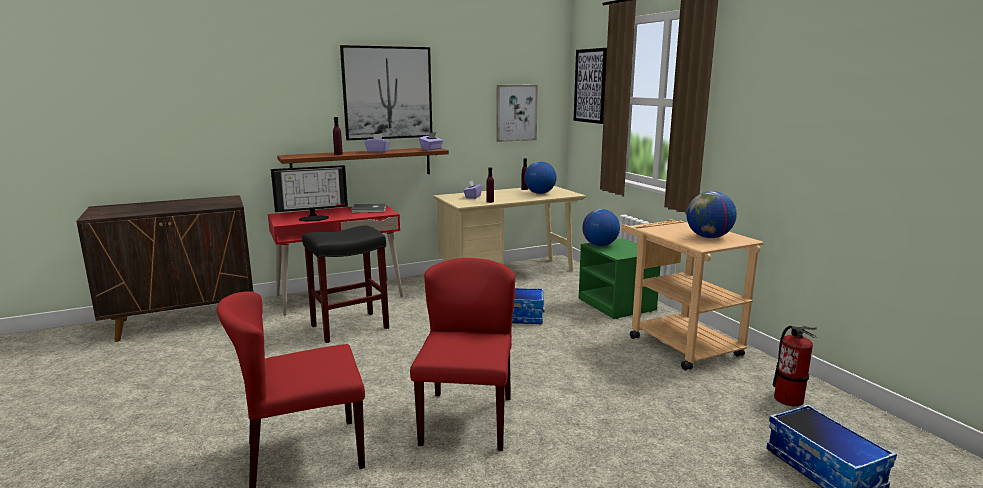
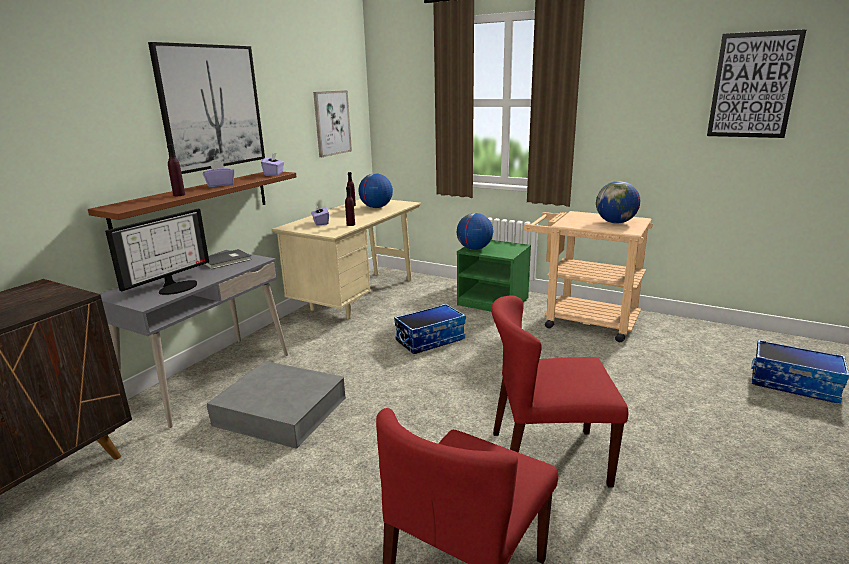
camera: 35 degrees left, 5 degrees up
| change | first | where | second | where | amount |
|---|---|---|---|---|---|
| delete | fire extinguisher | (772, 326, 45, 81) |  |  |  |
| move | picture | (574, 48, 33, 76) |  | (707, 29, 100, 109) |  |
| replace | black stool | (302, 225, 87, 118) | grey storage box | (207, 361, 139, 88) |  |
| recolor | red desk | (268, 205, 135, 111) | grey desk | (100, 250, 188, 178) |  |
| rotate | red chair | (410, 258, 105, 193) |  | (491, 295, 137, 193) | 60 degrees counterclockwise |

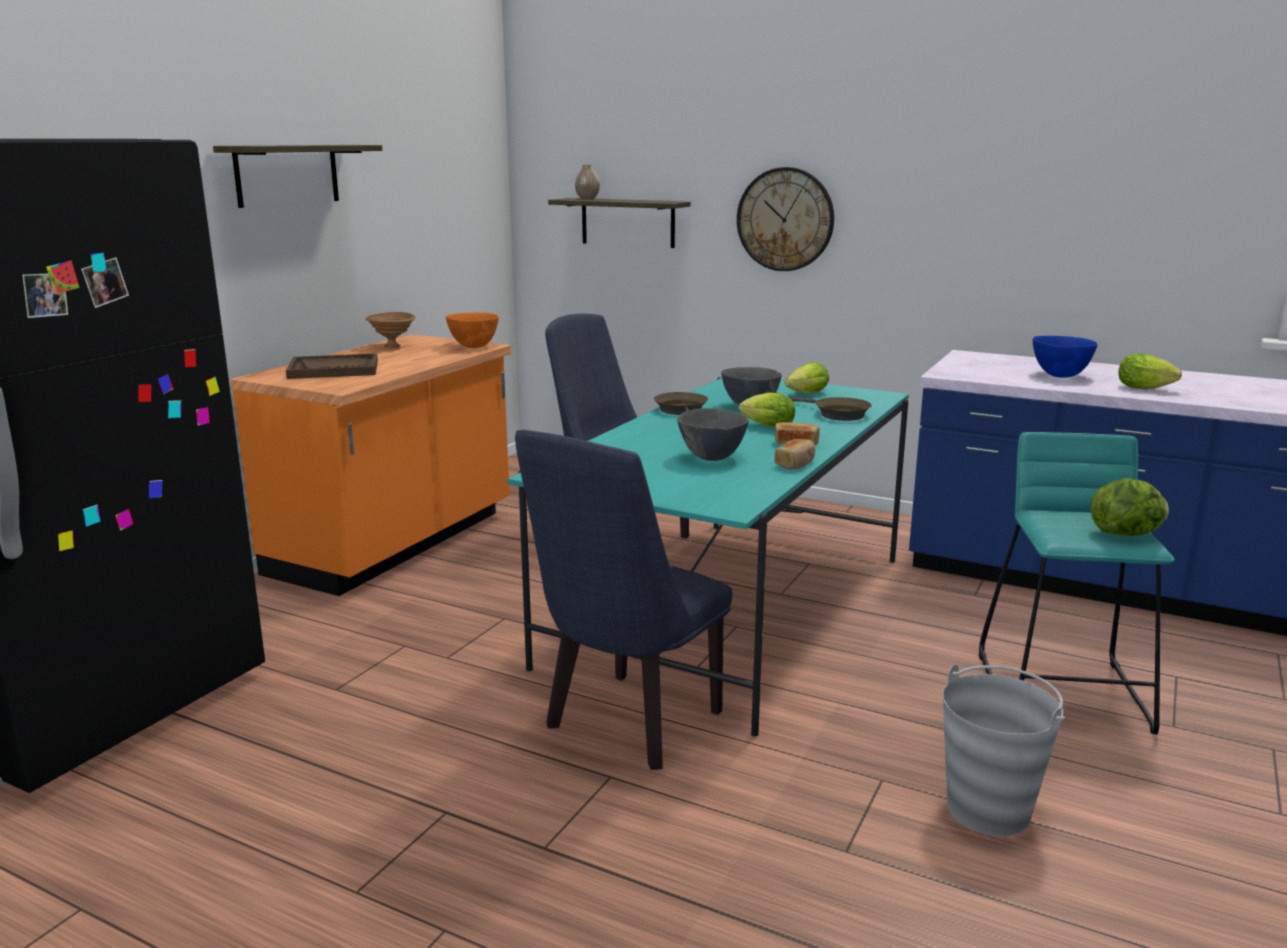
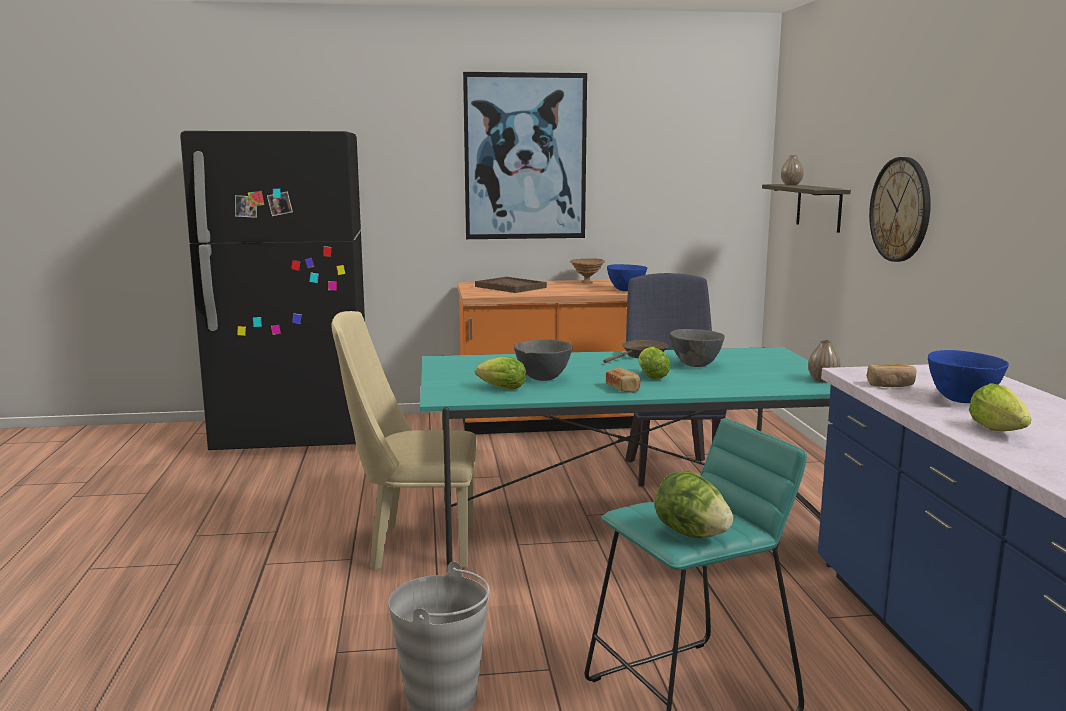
camera: 55 degrees right, 5 degrees down
| change | first | where | second | where | amount |
|---|---|---|---|---|---|
| delete | brown frying pan | (790, 397, 82, 24) |  |  |  |
| insert |  |  | vase | (808, 340, 33, 42) |  |
| move | bread | (775, 439, 40, 31) |  | (867, 364, 49, 23) |  |
| move | lettuce | (785, 362, 44, 31) |  | (475, 357, 51, 32) |  |
| replace | shelf | (213, 145, 169, 63) | picture | (463, 72, 124, 167) |  |
| recolor | orange bowl | (446, 312, 53, 36) | blue bowl | (607, 264, 40, 27) |  |
| recolor | blue chair | (515, 430, 217, 340) | beige chair | (331, 311, 146, 259) |  |

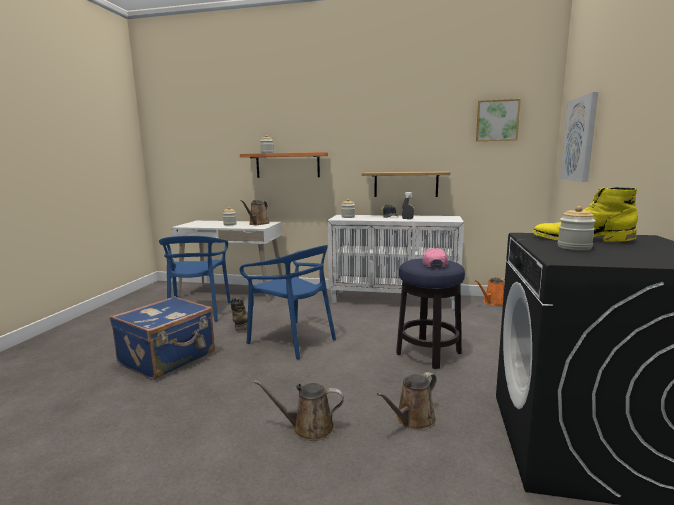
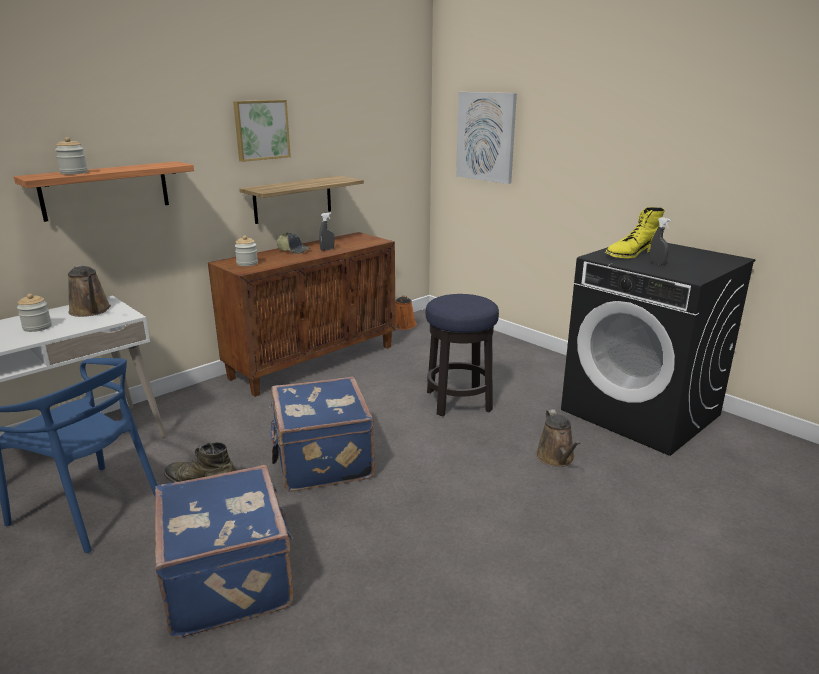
camera: 55 degrees left, 10 degrees up
| change | first | where | second | where | amount |
|---|---|---|---|---|---|
| delete | brown watering can | (254, 380, 90, 61) |  |  |  |
| delete | pink cap | (423, 248, 25, 19) |  |  |  |
| move | picture | (476, 99, 45, 42) |  | (233, 100, 58, 62) |  |
| replace | blue chair | (240, 245, 96, 115) | blue suitcase | (269, 377, 106, 114) |  |
| replace | jar | (558, 206, 38, 44) | grey spray bottle | (649, 217, 22, 48) |  |
| recolor | white cabinet | (327, 215, 137, 95) | brown cabinet | (208, 232, 188, 165) |  |

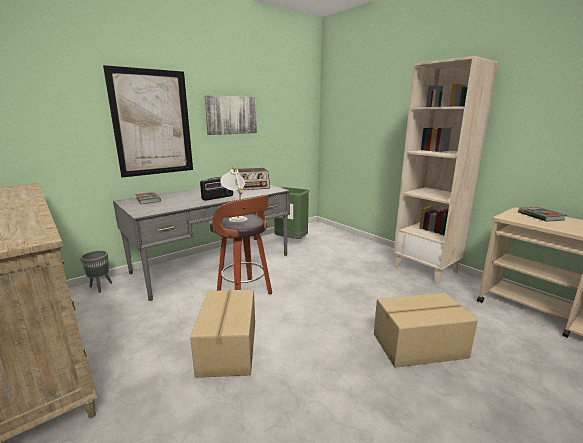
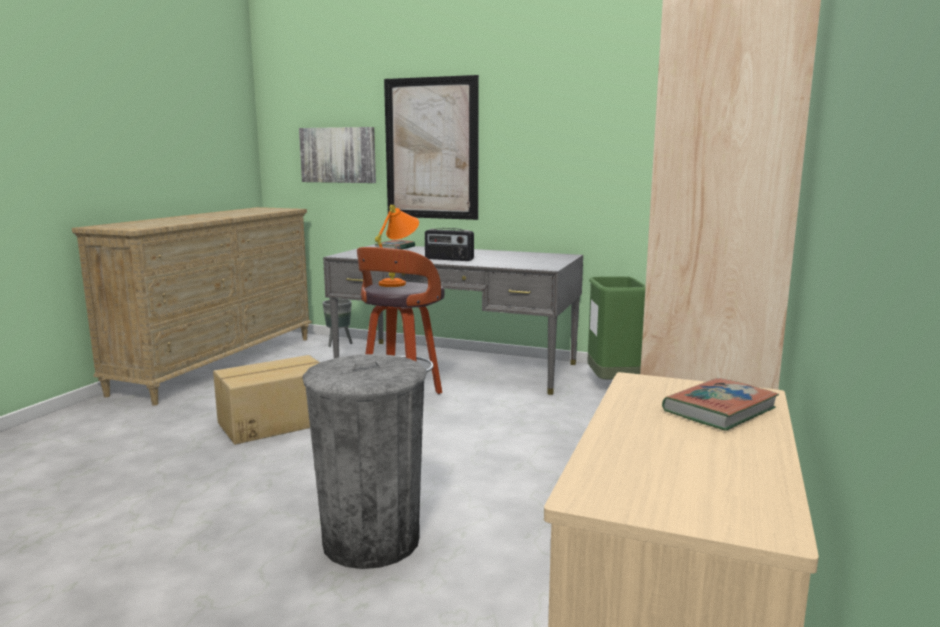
camera: 60 degrees right, 5 degrees down
| change | first | where | second | where | amount |
|---|---|---|---|---|---|
| delete | radio | (236, 168, 34, 23) |  |  |  |
| move | picture | (204, 95, 53, 40) |  | (299, 127, 77, 56) |  |
| replace | cardboard box | (374, 293, 104, 75) | grey trash can | (302, 354, 125, 215) |  |
| recolor | white table lamp | (220, 166, 28, 58) | orange table lamp | (375, 205, 44, 82) |  |

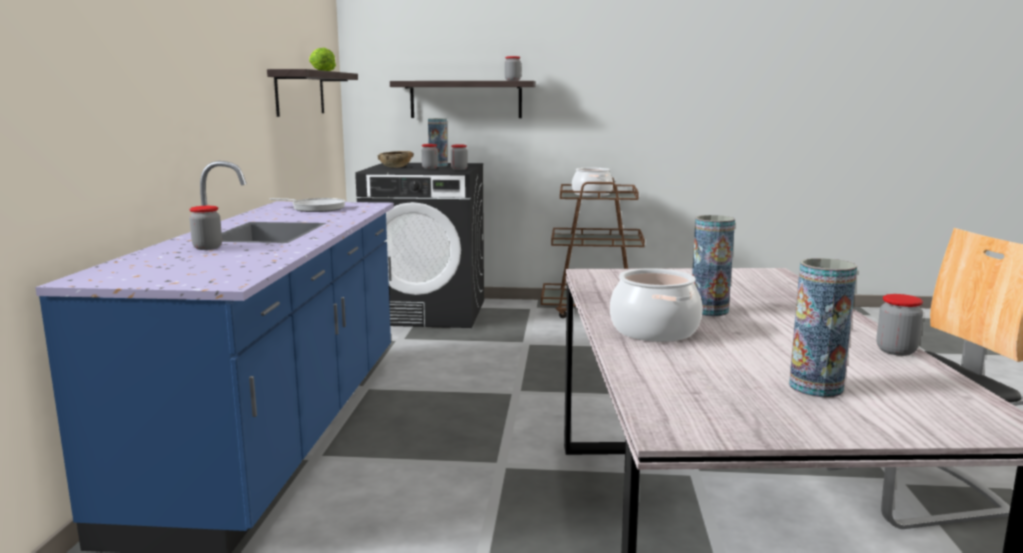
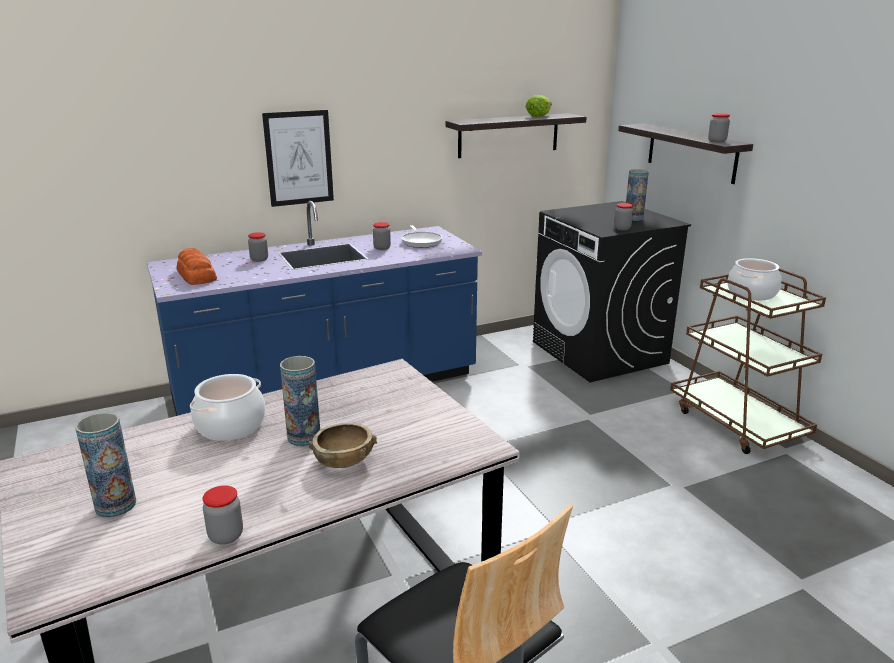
camera: 60 degrees right, 10 degrees up
| change | first | where | second | where | amount |
|---|---|---|---|---|---|
| insert |  |  | bread | (177, 248, 40, 37) |  |
| insert |  |  | picture | (262, 110, 72, 97) |  |
| move | brown bowl | (377, 151, 37, 17) |  | (309, 423, 68, 45) |  |
| move | jar | (421, 144, 17, 25) |  | (373, 222, 18, 28) |  |

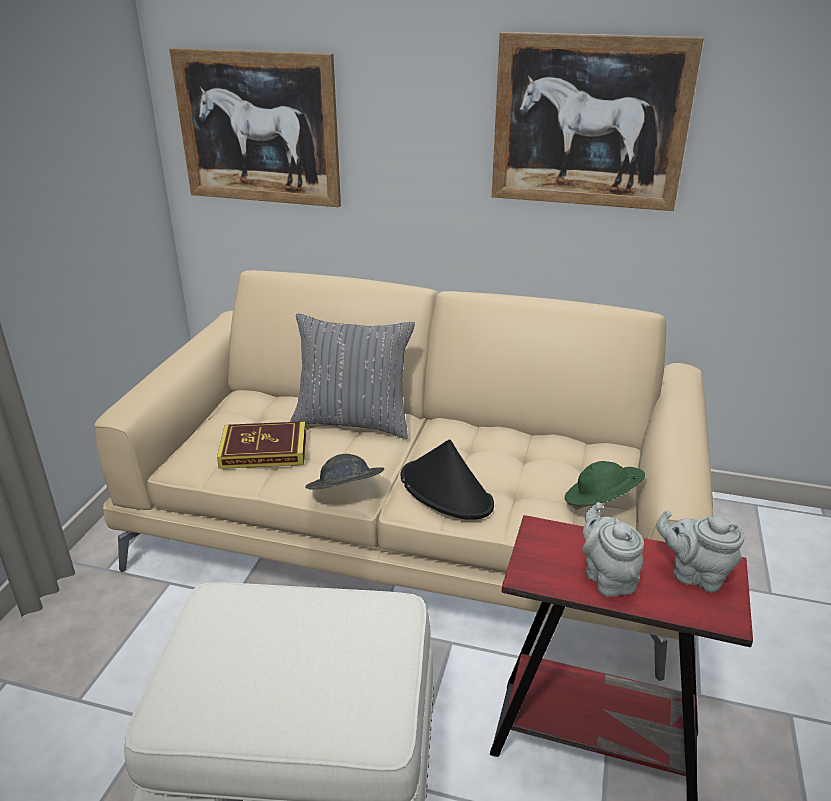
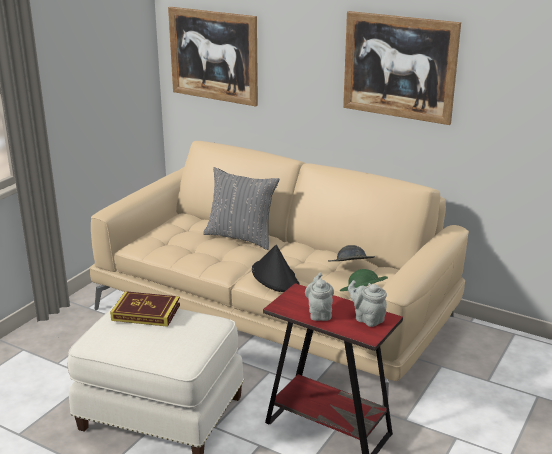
camera: 15 degrees right, 5 degrees down
| change | first | where | second | where | amount |
|---|---|---|---|---|---|
| move | book | (217, 421, 89, 48) |  | (110, 291, 70, 36) |  |
| move | grey hat | (305, 454, 79, 36) |  | (328, 245, 47, 16) |  |

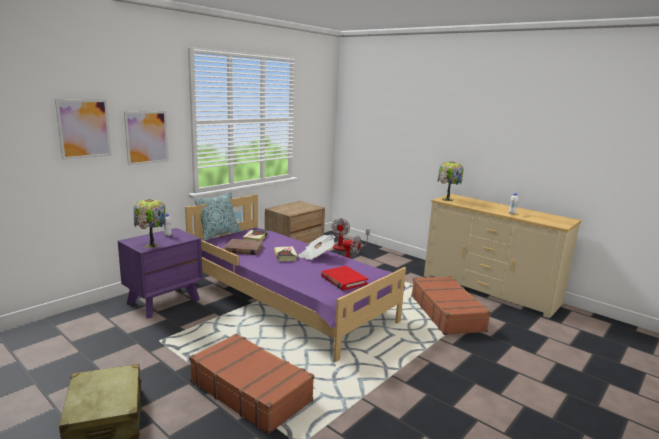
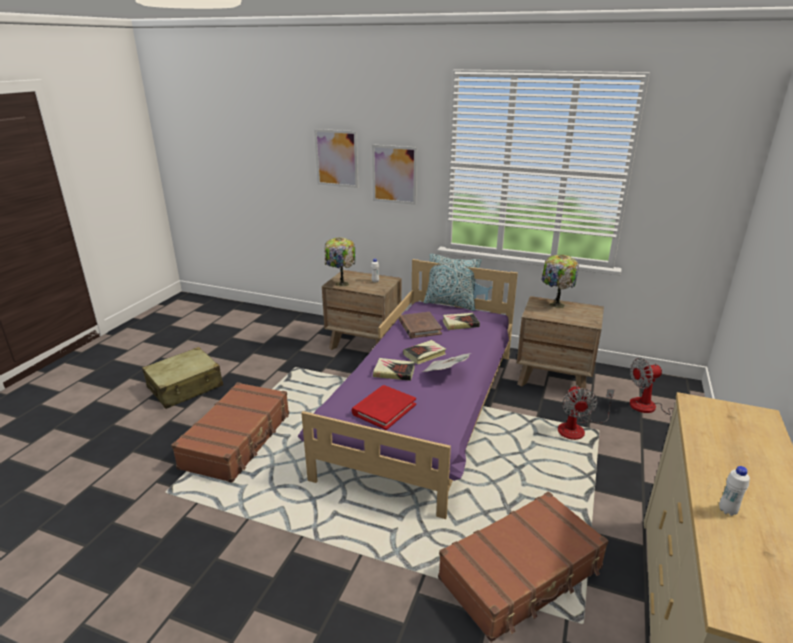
camera: 70 degrees right, 10 degrees up
| change | first | where | second | where | amount |
|---|---|---|---|---|---|
| insert |  |  | book | (373, 358, 42, 23) |  |
| move | table lamp | (438, 161, 26, 40) |  | (542, 255, 37, 53) |  |
| recolor | purple nightstand | (118, 228, 85, 90) | brown nightstand | (322, 270, 80, 80) |  |

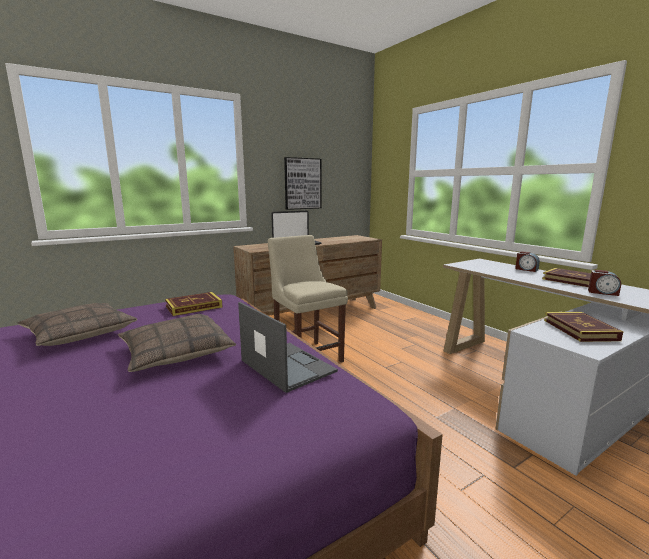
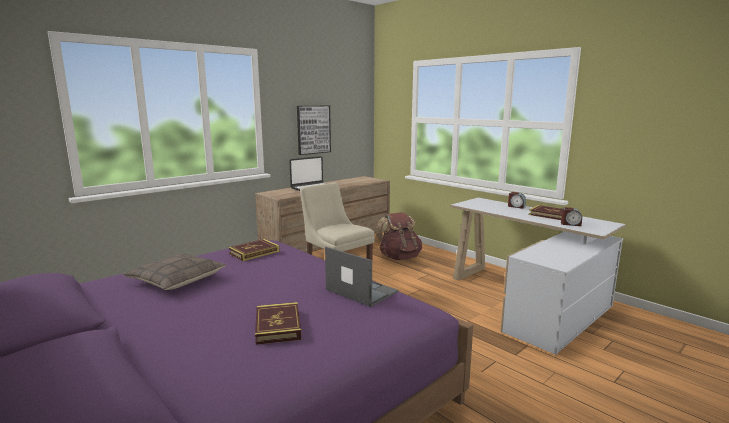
camera: 10 degrees left, 0 degrees up
| change | first | where | second | where | amount |
|---|---|---|---|---|---|
| delete | pillow | (118, 314, 118, 58) |  |  |  |
| insert |  |  | brown backpack | (376, 212, 46, 48) |  |
| move | book | (544, 312, 79, 30) |  | (255, 302, 47, 43) |  |

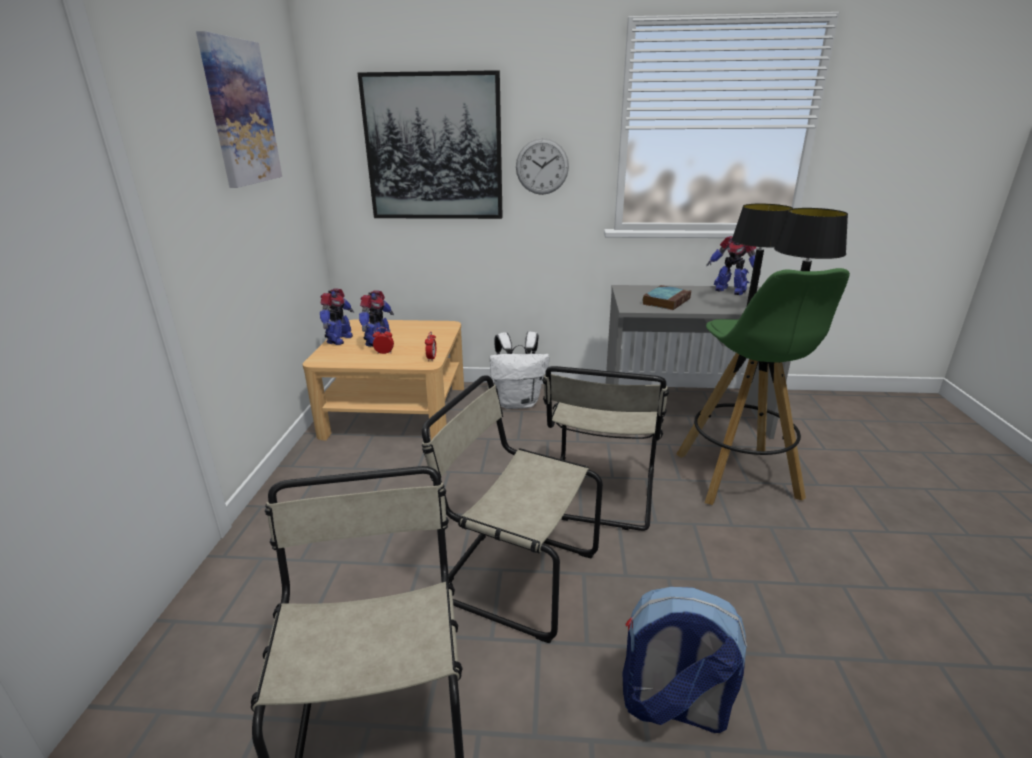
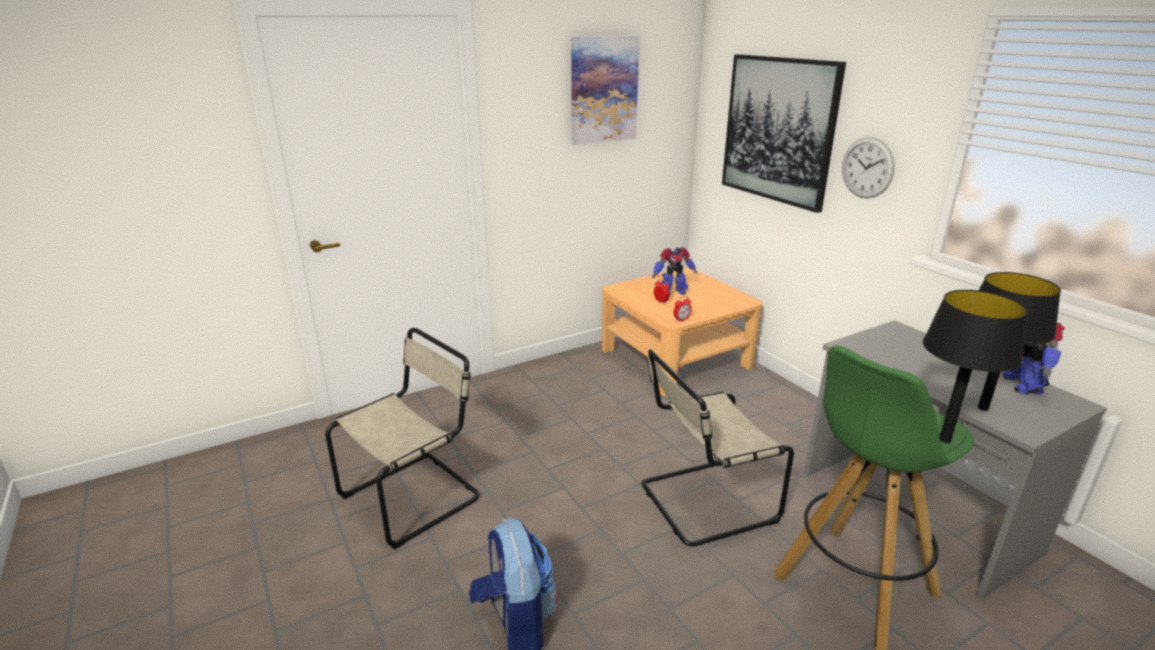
camera: 55 degrees right, 0 degrees up
| change | first | where | second | where | amount |
|---|---|---|---|---|---|
| delete | toy robot | (320, 288, 34, 57) |  |  |  |
| delete | beige chair | (422, 375, 181, 268) |  |  |  |
| delete | white backpack | (490, 331, 59, 78) |  |  |  |
| delete | book | (642, 285, 49, 25) |  |  |  |

